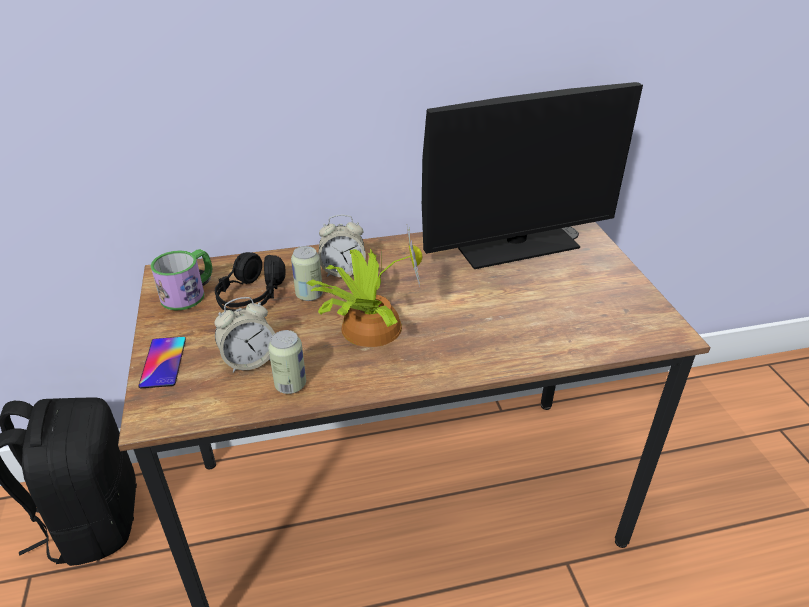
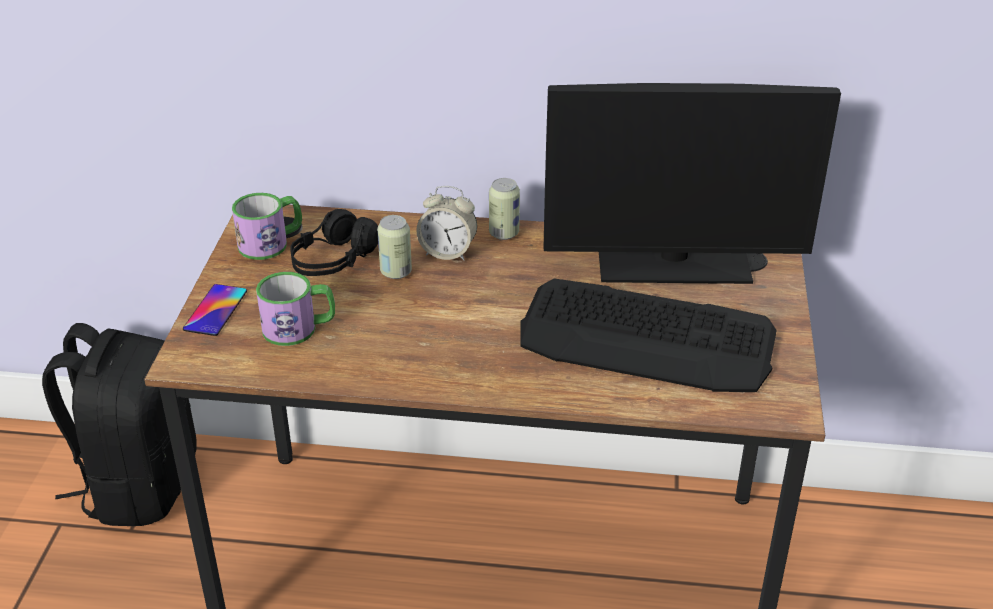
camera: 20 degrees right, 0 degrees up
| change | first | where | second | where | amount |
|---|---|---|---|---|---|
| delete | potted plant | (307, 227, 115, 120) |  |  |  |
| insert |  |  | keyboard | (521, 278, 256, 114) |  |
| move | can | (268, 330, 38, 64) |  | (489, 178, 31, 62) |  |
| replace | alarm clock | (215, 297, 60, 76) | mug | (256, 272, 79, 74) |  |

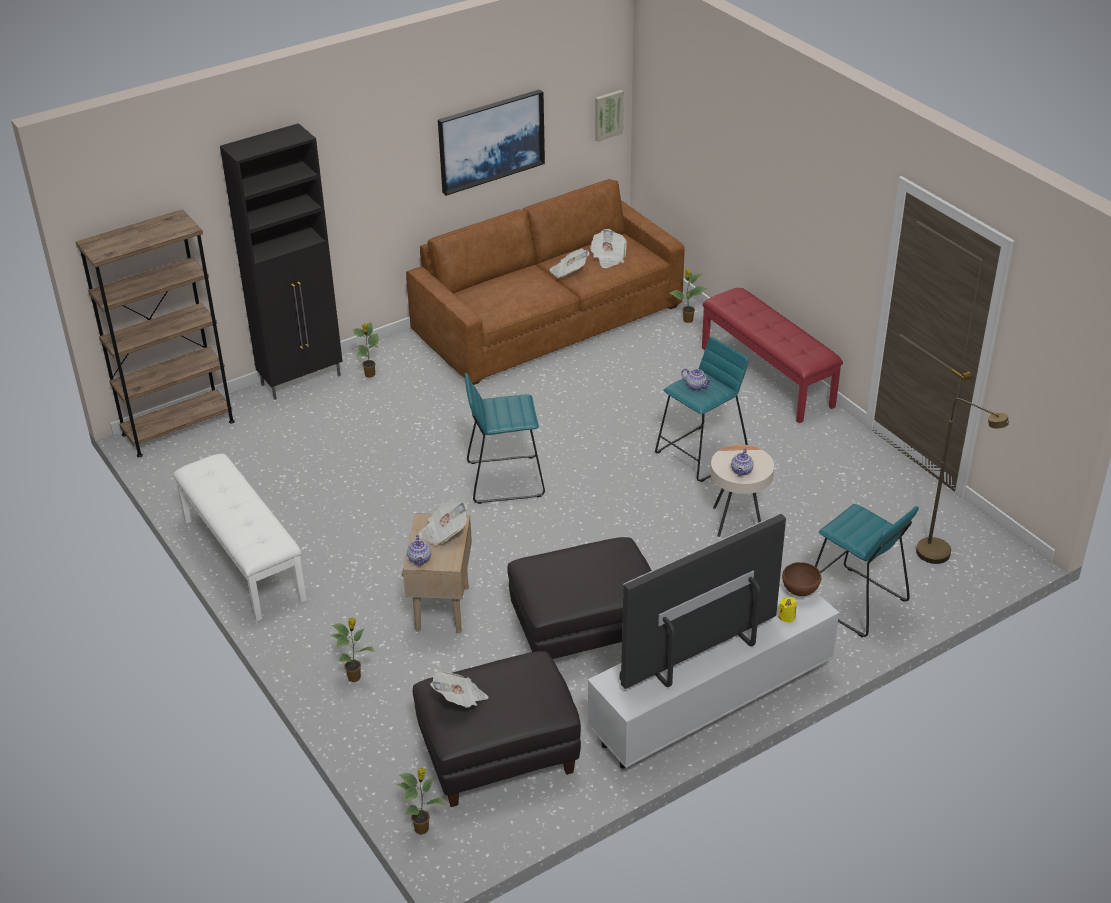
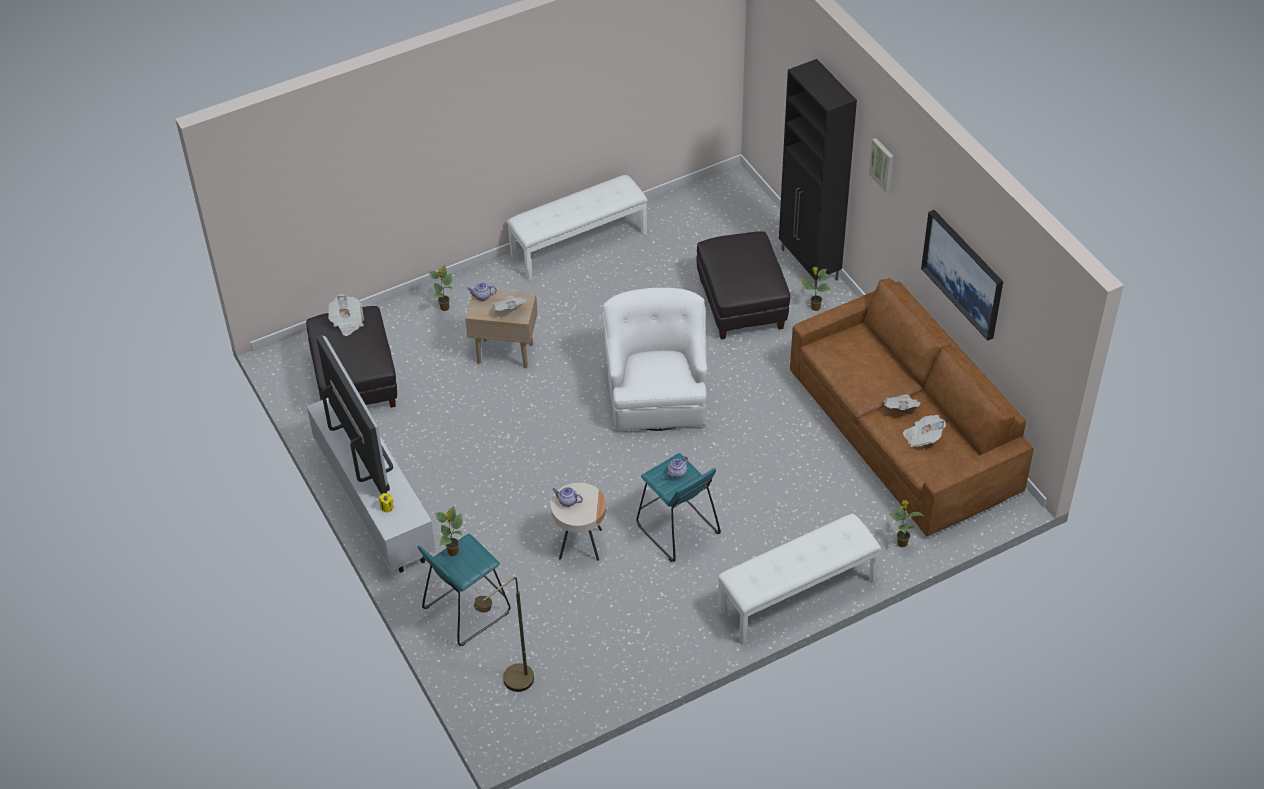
camera: 95 degrees right, 10 degrees up
| change | first | where | second | where | amount |
|---|---|---|---|---|---|
| delete | brown bookcase | (76, 209, 159, 248) |  |  |  |
| delete | brown bowl | (782, 562, 39, 34) |  |  |  |
| move | potted plant | (397, 768, 49, 67) |  | (435, 506, 28, 50) |  |
| move | black ottoman | (507, 537, 144, 122) |  | (696, 231, 94, 109) |  |
| move | picture | (595, 90, 29, 52) |  | (869, 138, 25, 54) |  |
| replace | turquoise stool | (465, 373, 80, 131) | white armchair | (603, 288, 104, 143) |  |
| recolor | red bench | (702, 288, 141, 135) | white bench | (717, 514, 164, 130) |  |

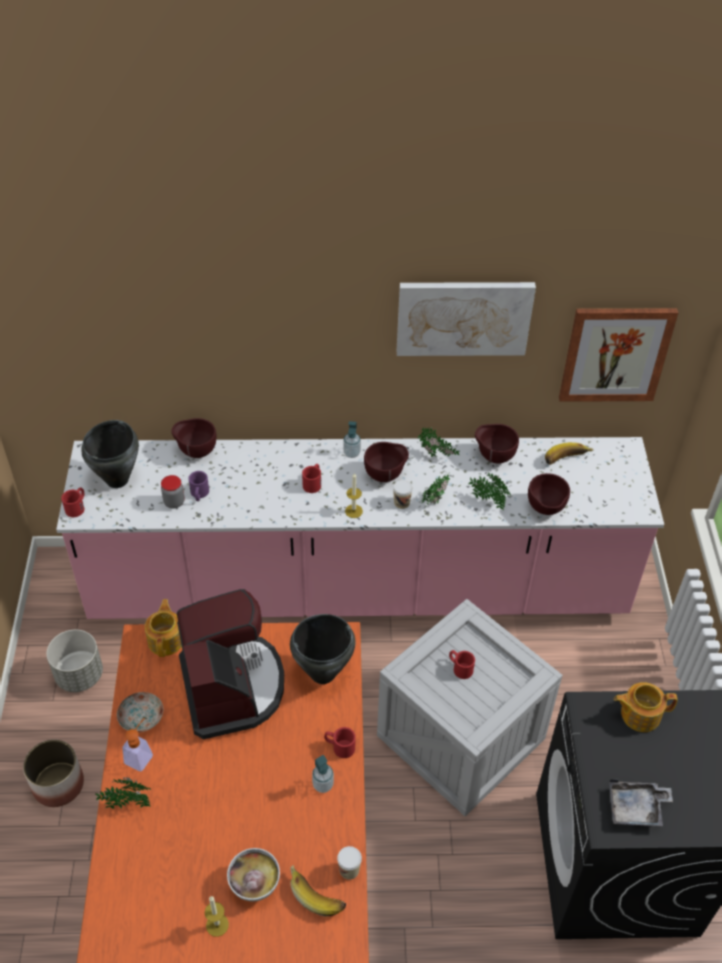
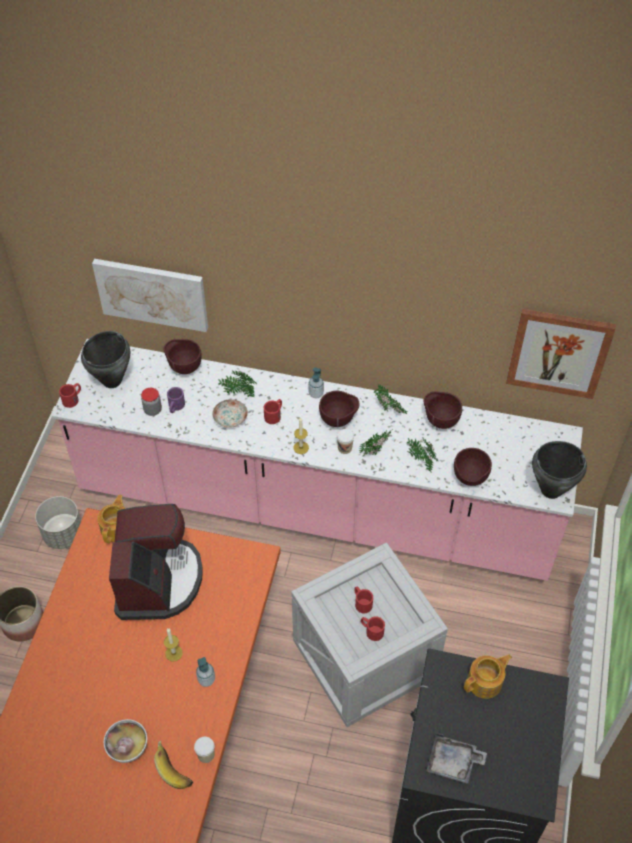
camera: 15 degrees right, 5 degrees up
| change | first | where | second | where | amount |
|---|---|---|---|---|---|
| delete | soap dispenser | (122, 718, 31, 53) |  |  |  |
| delete | banana | (545, 442, 48, 23) |  |  |  |
| move | potted plant | (95, 777, 56, 32) |  | (218, 371, 39, 27) |  |
| move | plate | (117, 692, 46, 40) |  | (212, 399, 36, 29) |  |
| move | candle | (205, 896, 24, 41) |  | (164, 628, 19, 34) |  |
| move | black cooking pot | (290, 614, 66, 70) |  | (532, 441, 55, 58) |  |
| move | red mug | (324, 727, 32, 31) |  | (361, 616, 24, 25) |  |
| move | picture | (397, 282, 139, 74) |  | (92, 259, 116, 73) |  |
| rotate | teapot | (614, 682, 64, 50) |  | (464, 654, 48, 45) | 135 degrees clockwise |

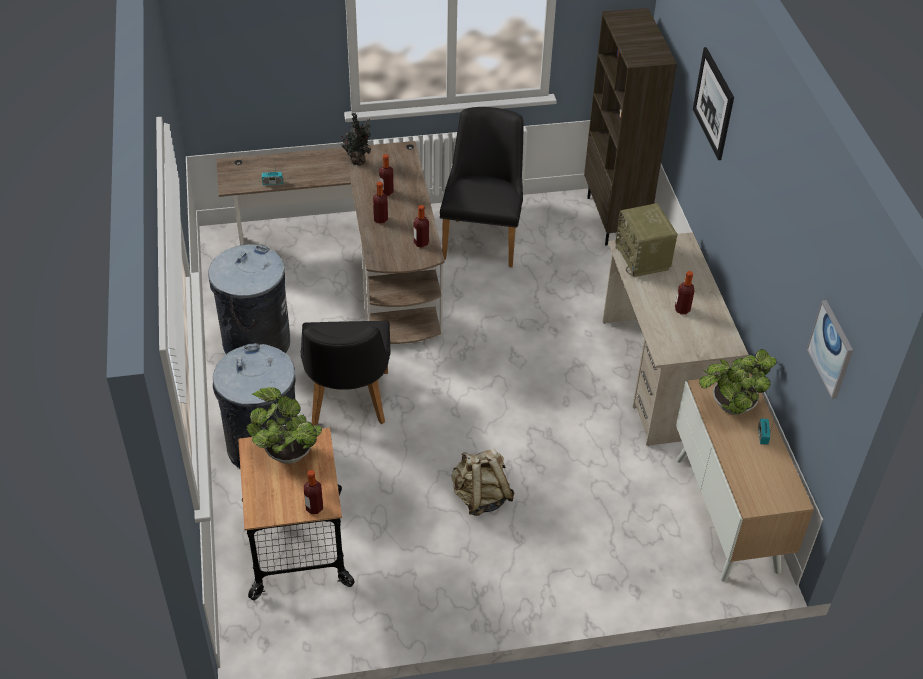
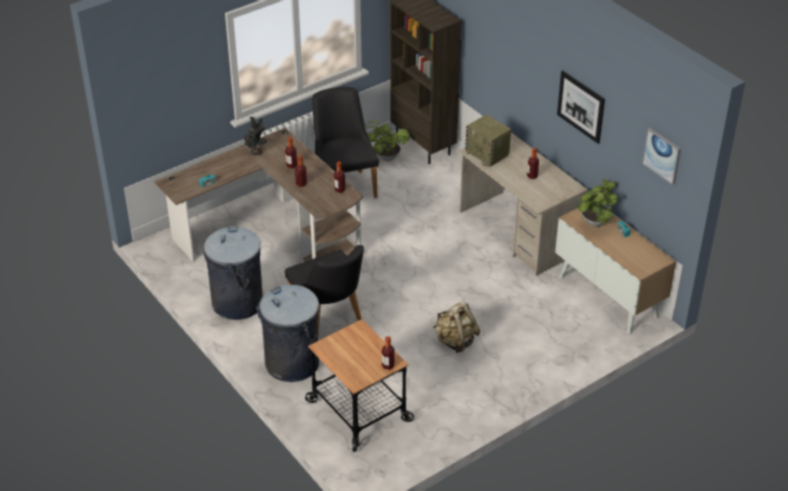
camera: 25 degrees left, 5 degrees down
| change | first | where | second | where | amount |
|---|---|---|---|---|---|
| move | potted plant | (246, 387, 76, 77) |  | (365, 121, 45, 40) |  |
| move | picture | (693, 47, 41, 113) |  | (557, 70, 48, 74) |  |

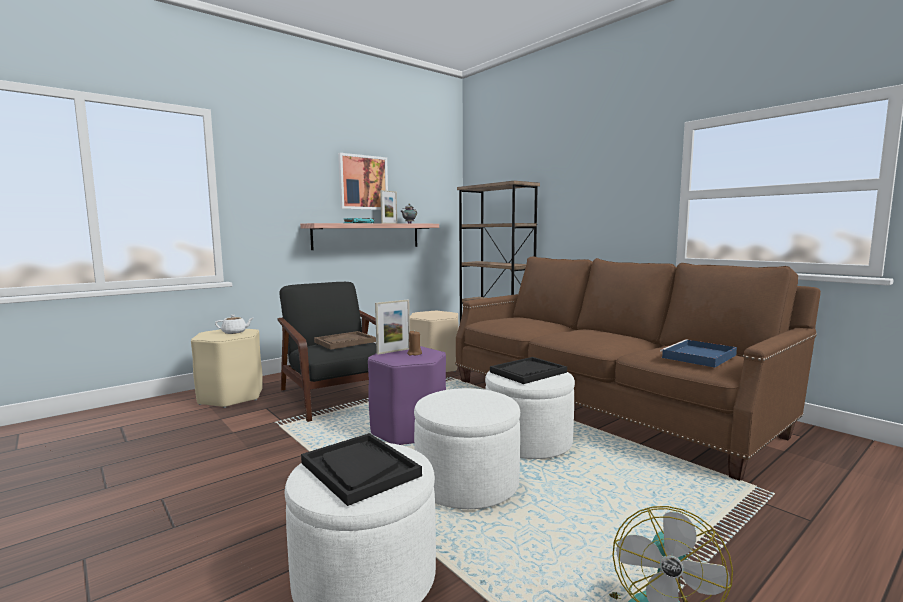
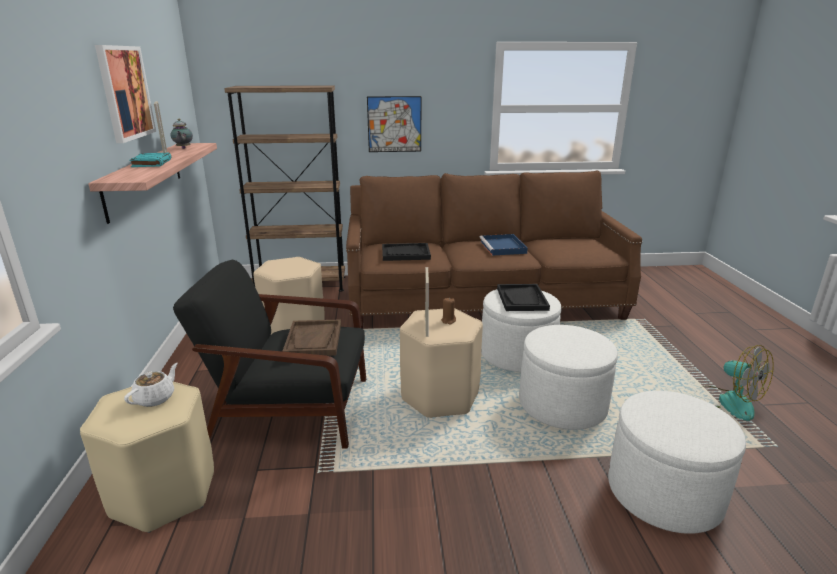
camera: 55 degrees left, 15 degrees up
| change | first | where | second | where | amount |
|---|---|---|---|---|---|
| insert |  |  | picture | (367, 96, 54, 56) |  |
| move | black tray | (301, 433, 121, 73) |  | (382, 243, 49, 18) |  |
| move | blue tray | (660, 339, 77, 29) |  | (479, 234, 49, 22) |  |
| recolor | purple stool | (368, 346, 78, 99) | beige stool | (400, 308, 83, 110) |  |

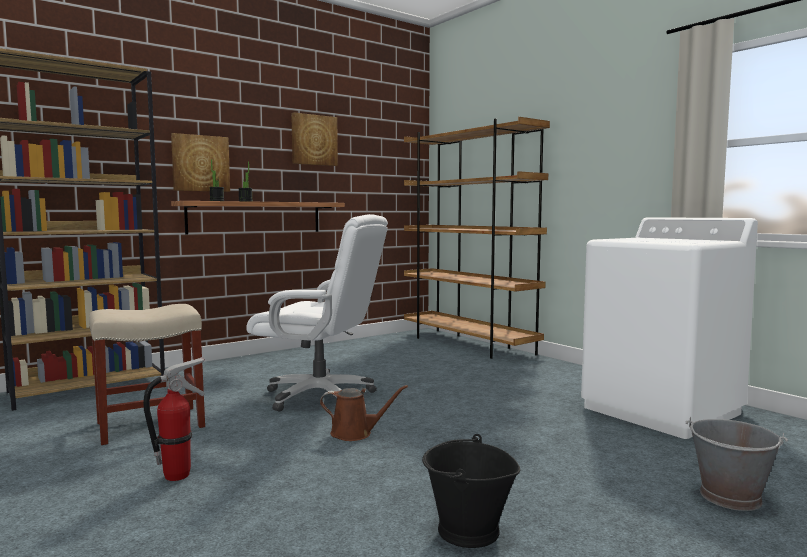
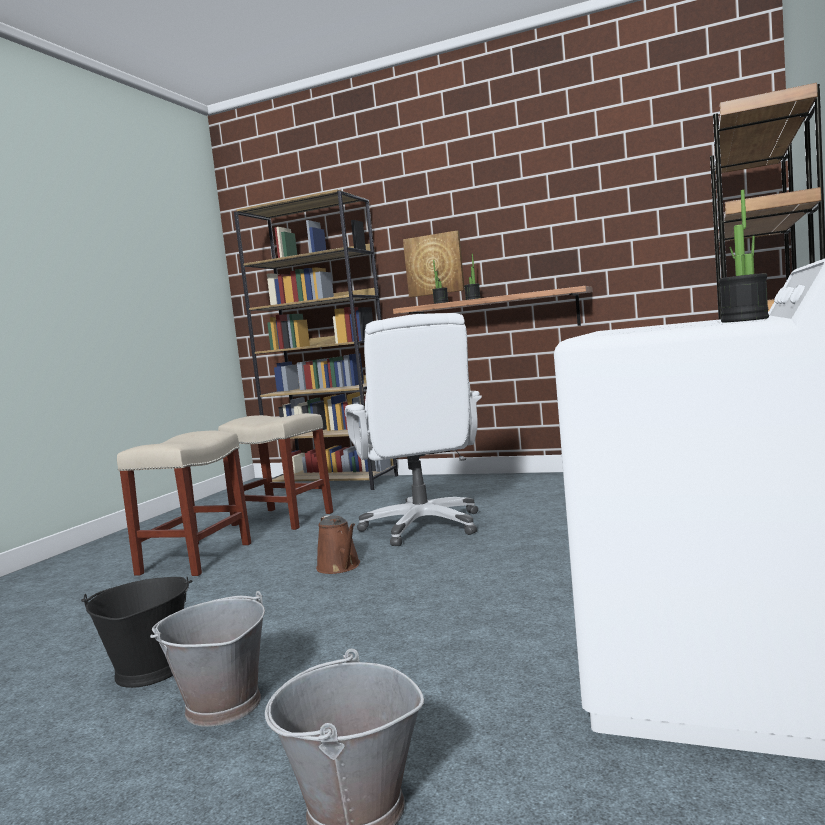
camera: 60 degrees right, 0 degrees up
| change | first | where | second | where | amount |
|---|---|---|---|---|---|
| delete | picture | (291, 112, 47, 54) |  |  |  |
| insert |  |  | grey bucket | (150, 591, 115, 136) |  |
| insert |  |  | potted plant | (719, 190, 50, 133) |  |
| replace | fire extinguisher | (143, 357, 62, 124) | beige stool | (117, 431, 134, 145) |  |

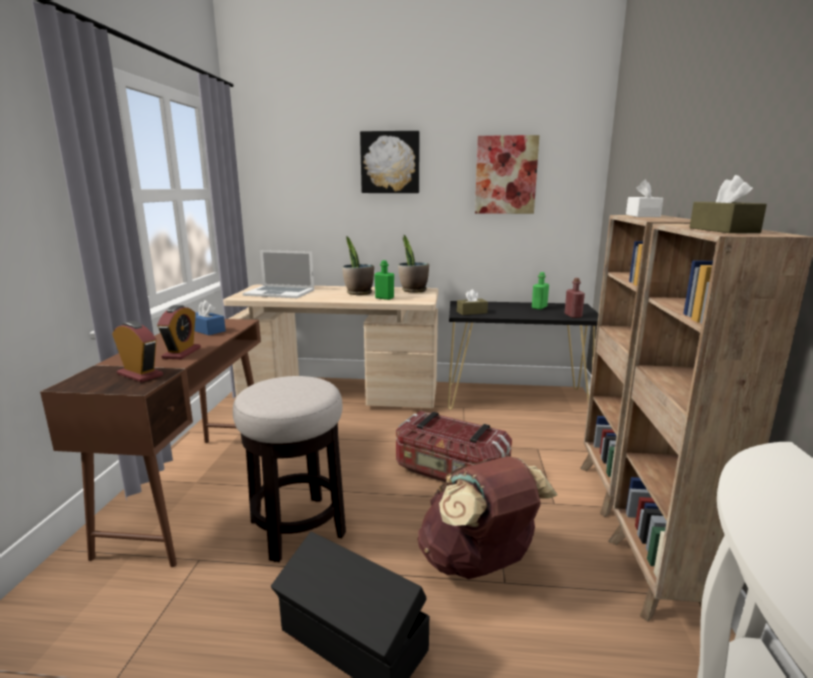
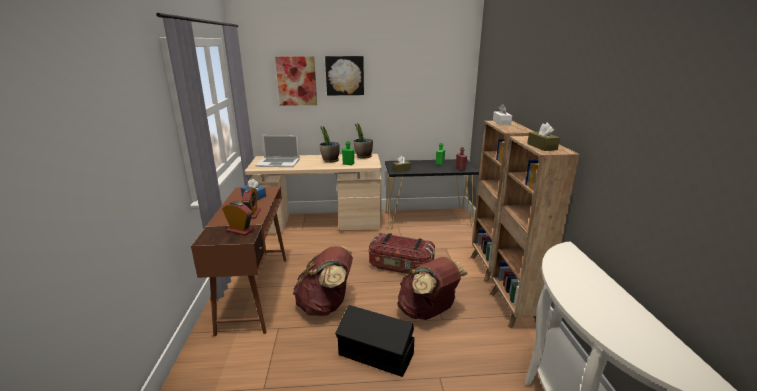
camera: 10 degrees left, 5 degrees up
| change | first | where | second | where | amount |
|---|---|---|---|---|---|
| move | picture | (475, 135, 64, 79) |  | (275, 56, 42, 50) |  |
| replace | stool | (233, 376, 113, 186) | brown backpack | (293, 246, 60, 70) |  |

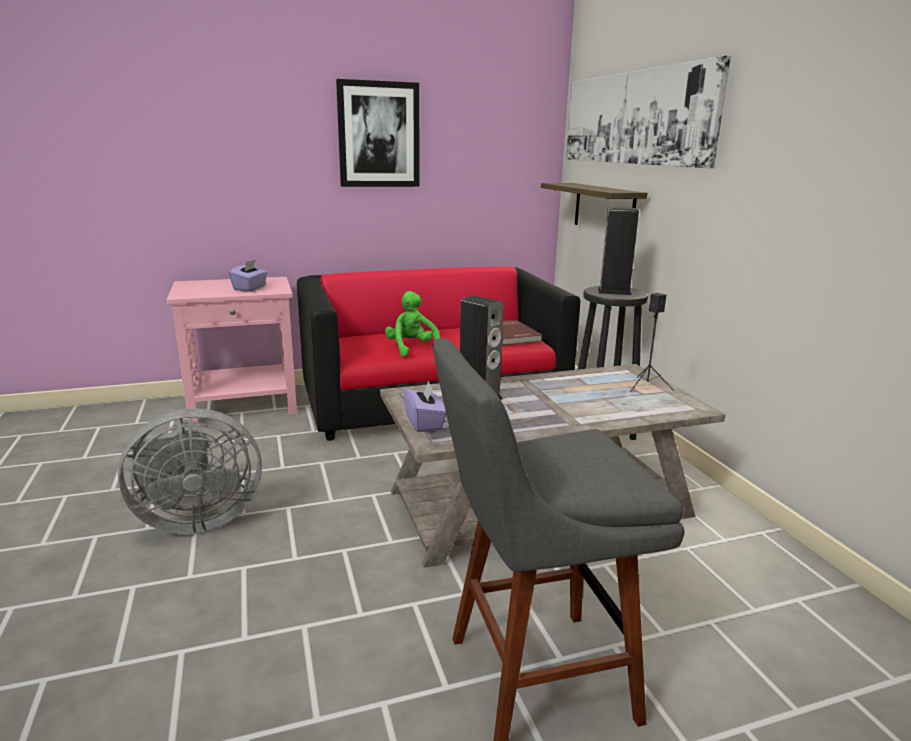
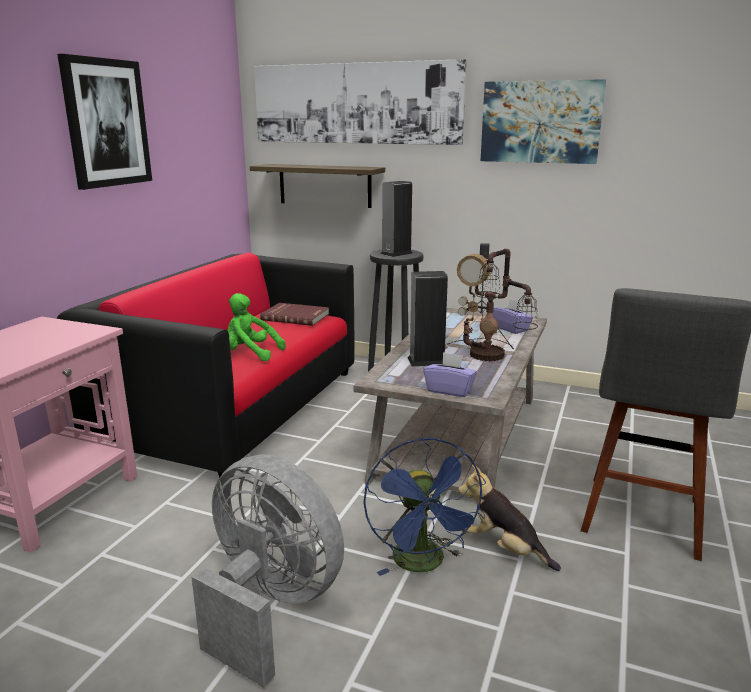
camera: 50 degrees left, 0 degrees up
| change | first | where | second | where | amount |
|---|---|---|---|---|---|
| insert |  |  | blue fan | (364, 438, 122, 138) |  |
| insert |  |  | table lamp | (445, 249, 93, 112) |  |
| insert |  |  | plush toy | (458, 464, 103, 107) |  |
| insert |  |  | picture | (480, 79, 126, 85) |  |
| move | purple tissue box | (229, 259, 39, 32) |  | (492, 299, 41, 35) |  |
| rotate | grey fan | (118, 408, 144, 126) |  | (192, 454, 152, 233) | 75 degrees counterclockwise |

